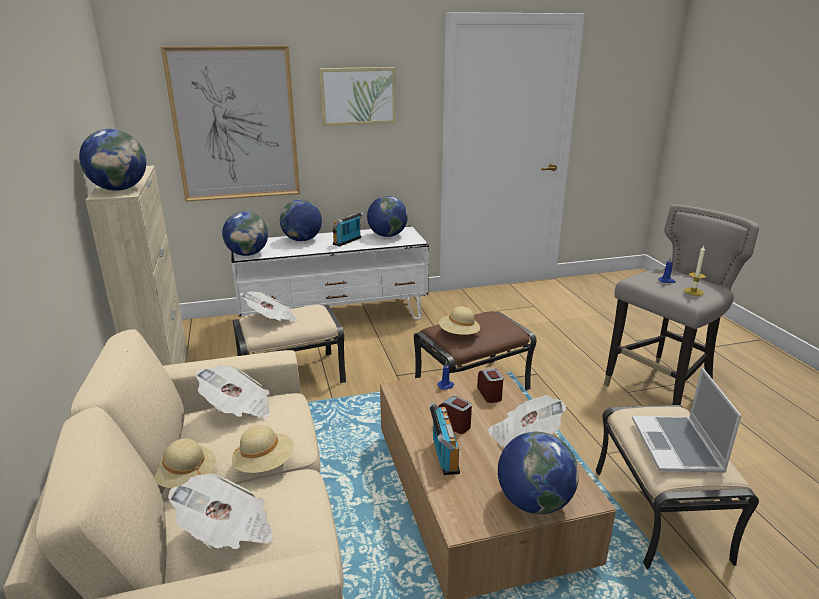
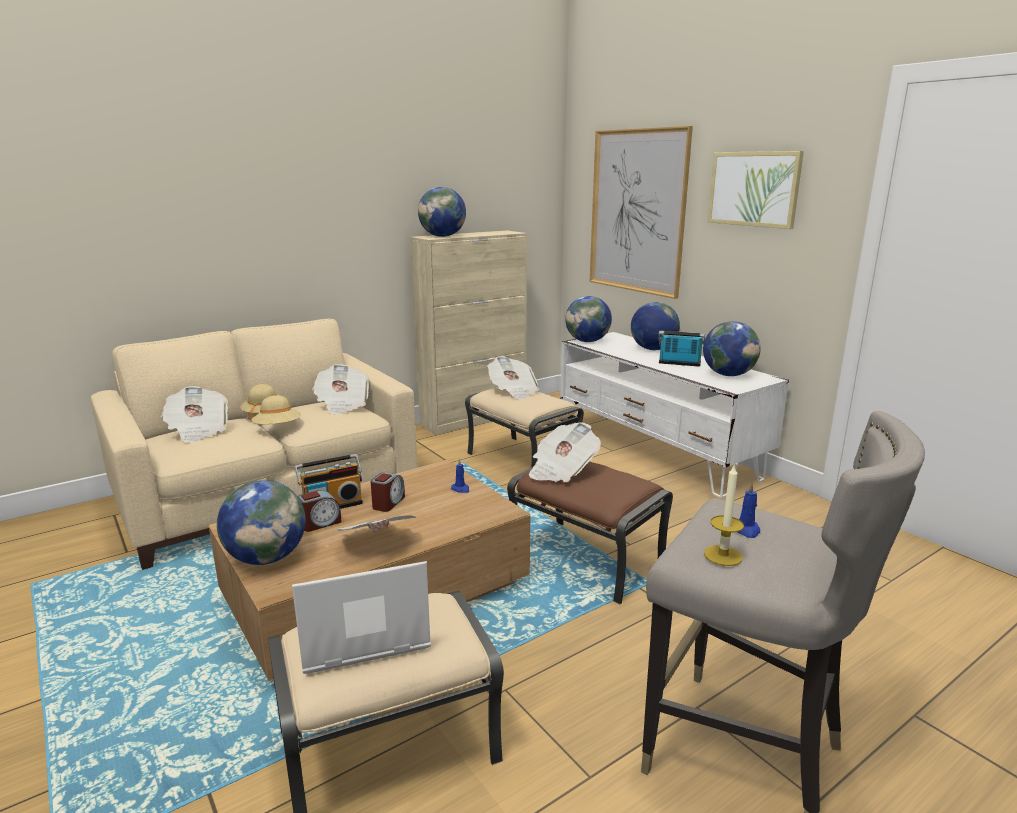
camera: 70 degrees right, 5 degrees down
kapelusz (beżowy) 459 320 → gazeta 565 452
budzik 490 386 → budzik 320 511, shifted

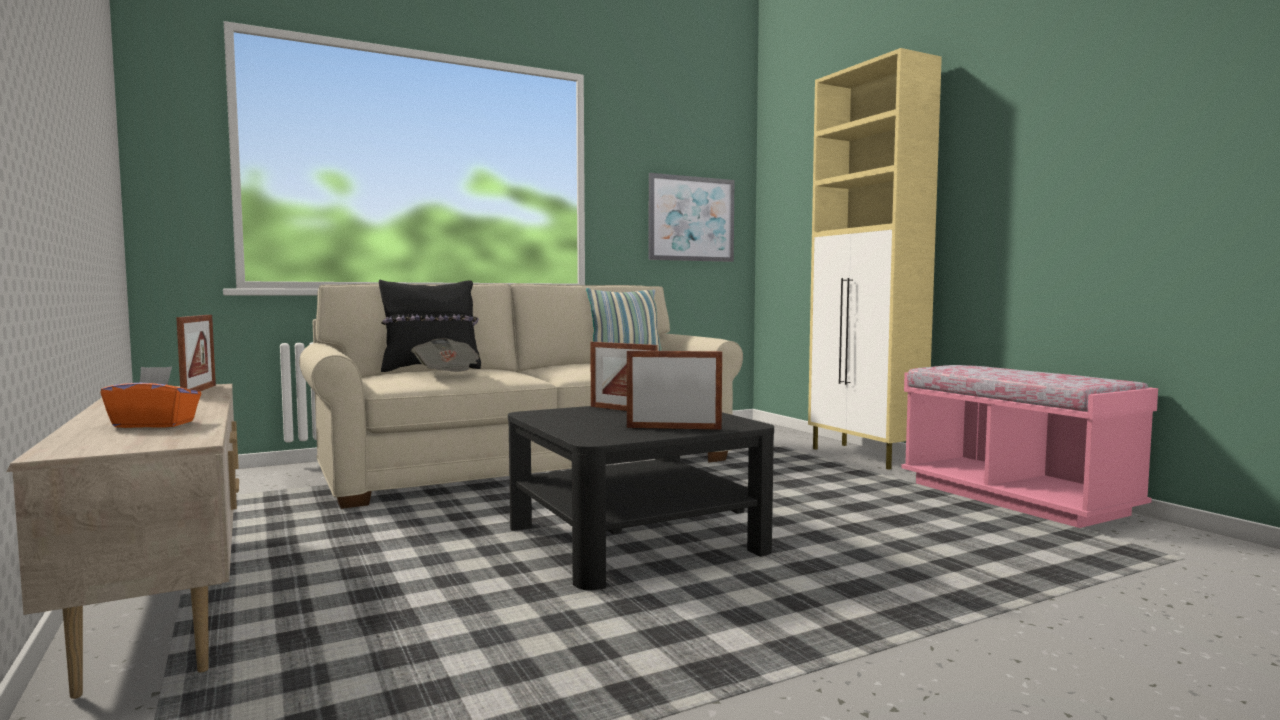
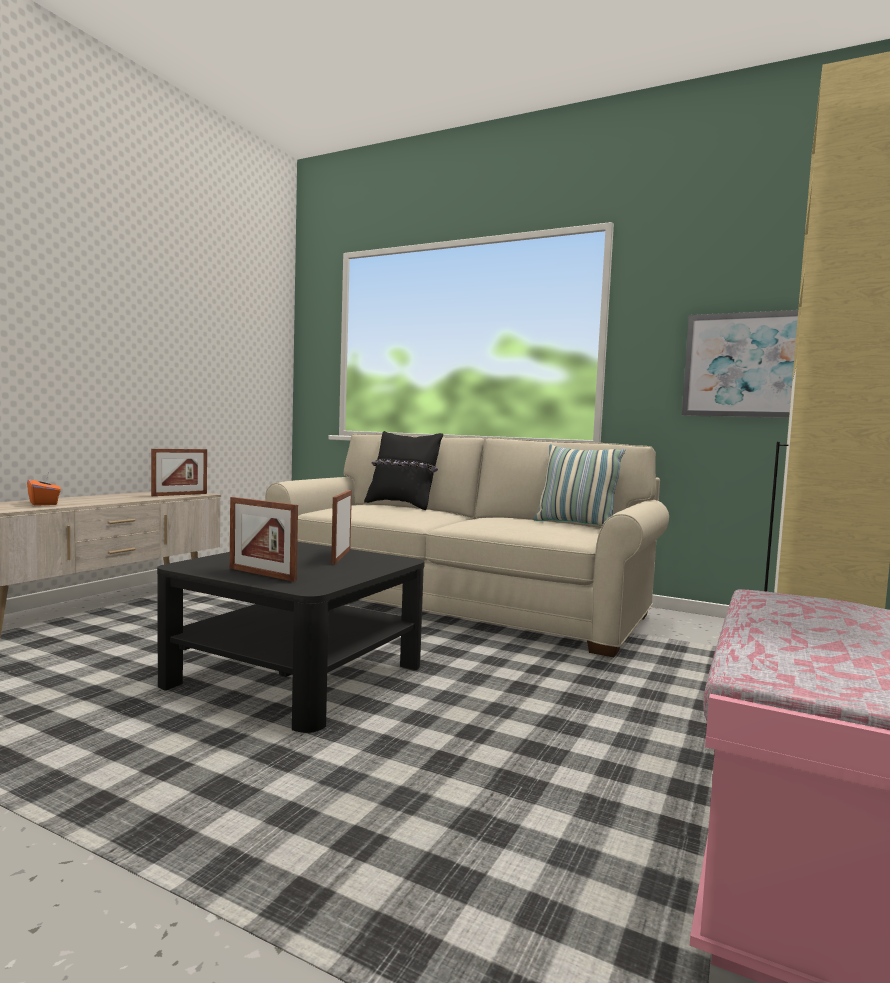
camera: 55 degrees right, 0 degrees up
gazeta 445 355 → -
ramka na zdjęcie 674 390 → ramka na zdjęcie 264 539, 150 degrees clockwise

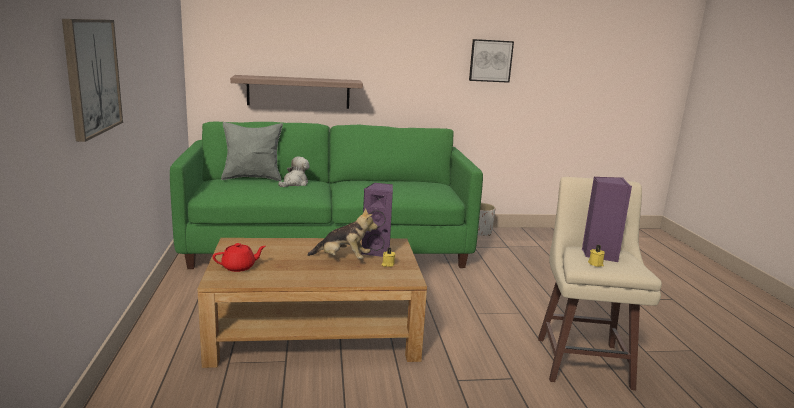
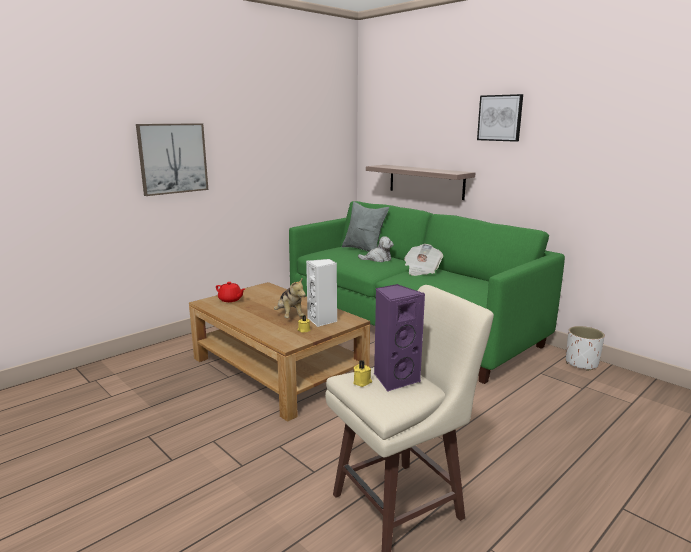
camera: 55 degrees right, 0 degrees up
głośnik (fioletowy) 377 220 → głośnik (biały) 321 293
obraz 491 61 → obraz 500 118, shifted
- → gazeta 423 260

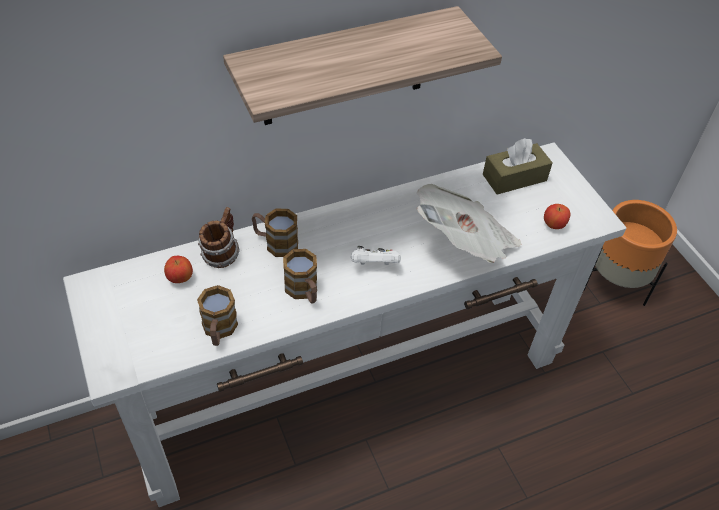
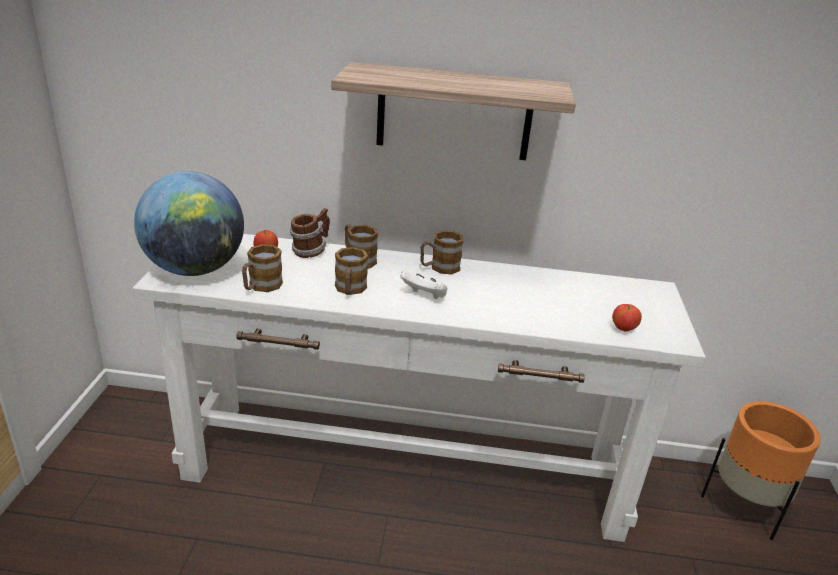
camera: 30 degrees right, 20 degrees down
gazeta 468 223 → -
pudełko chusteczek (brązowy) 518 166 → -
- → globus 189 223
- → kubek 442 252

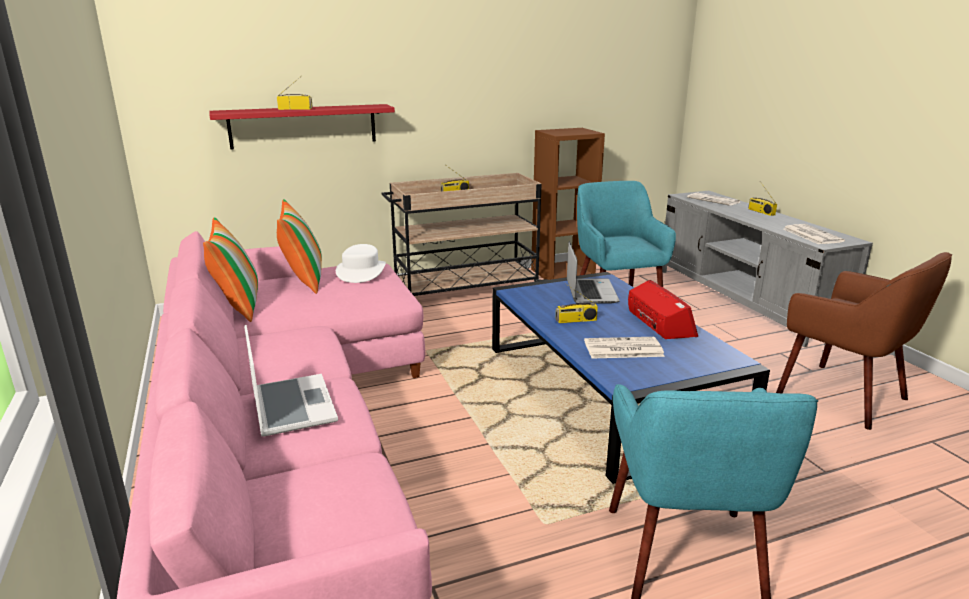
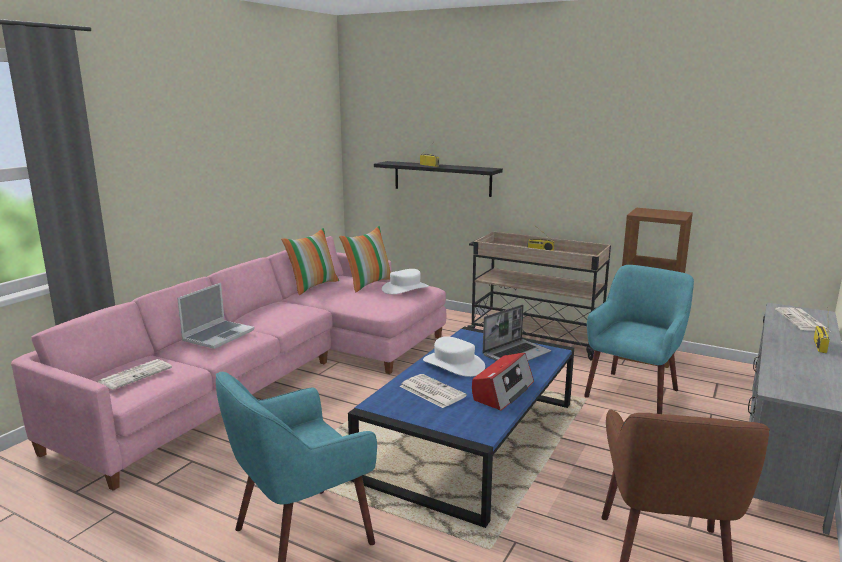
camera: 50 degrees right, 5 degrees down
półka (czerwony) 302 127 → półka (czarny) 438 179
radio 576 303 → kapelusz (biały) 454 356
gazeta 814 234 → gazeta 135 374, shifted

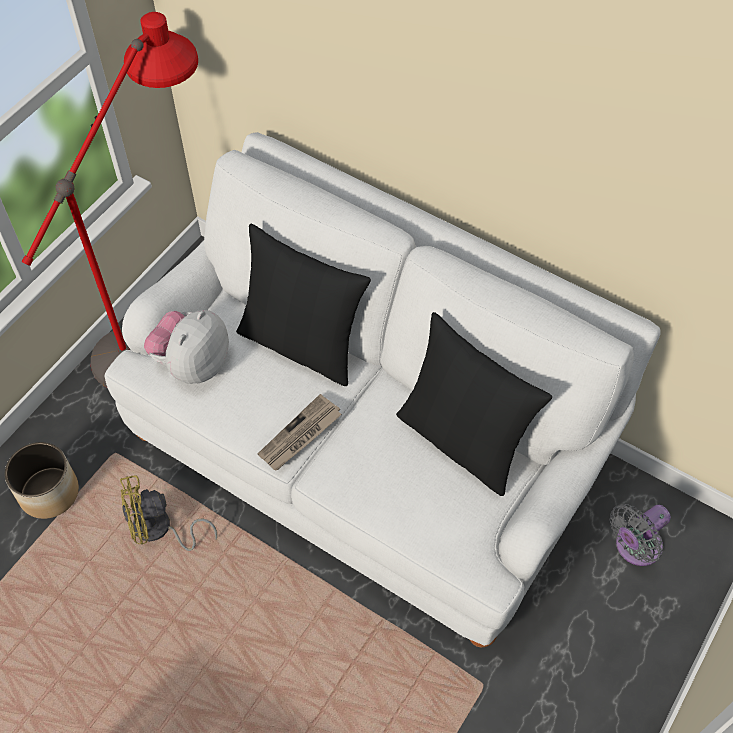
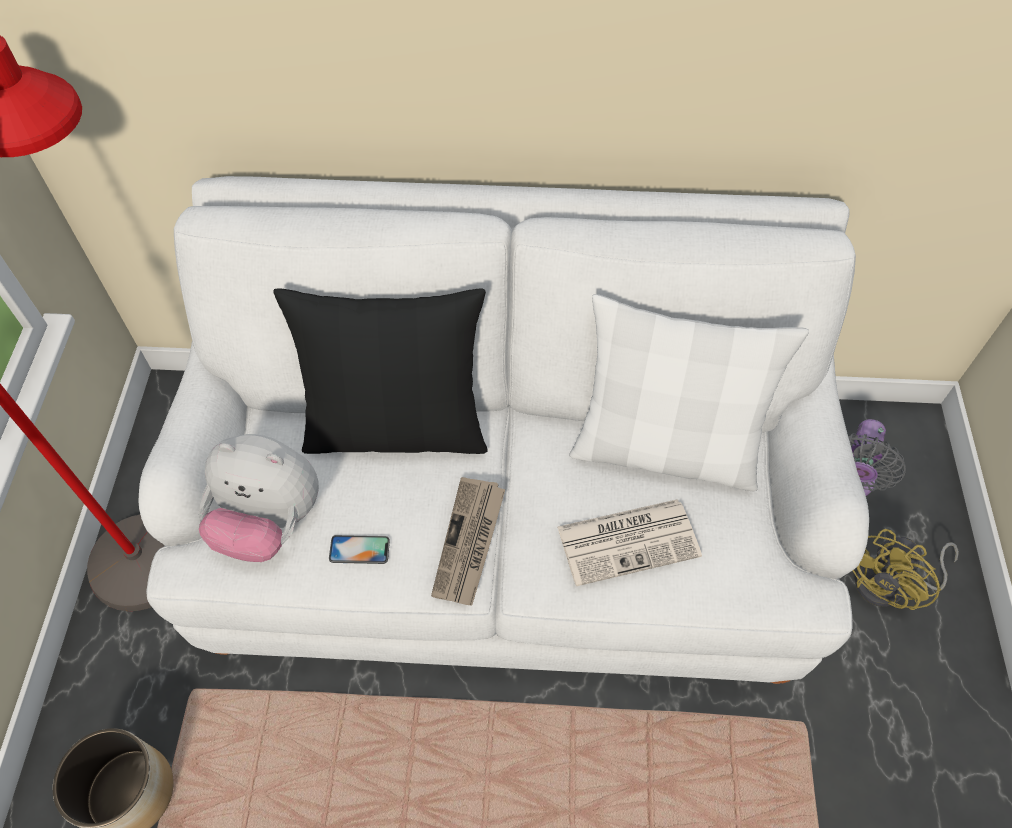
camera: 30 degrees left, 0 degrees up
wentylator (żółty) 168 513 → wentylator (żółty) 906 569, shifted
pluszak 186 347 → pluszak 259 498, 75 degrees counterclockwise
poduszka (czarny) 474 404 → poduszka (biały) 689 393
- → telefon 359 549
- → gazeta 629 542

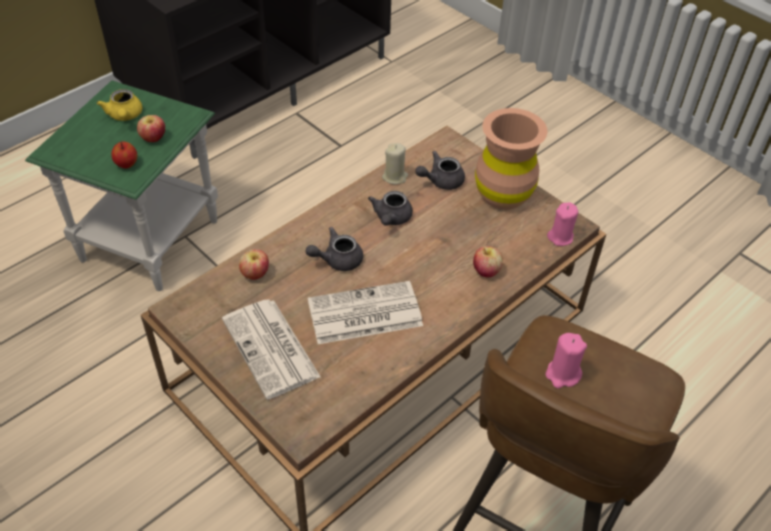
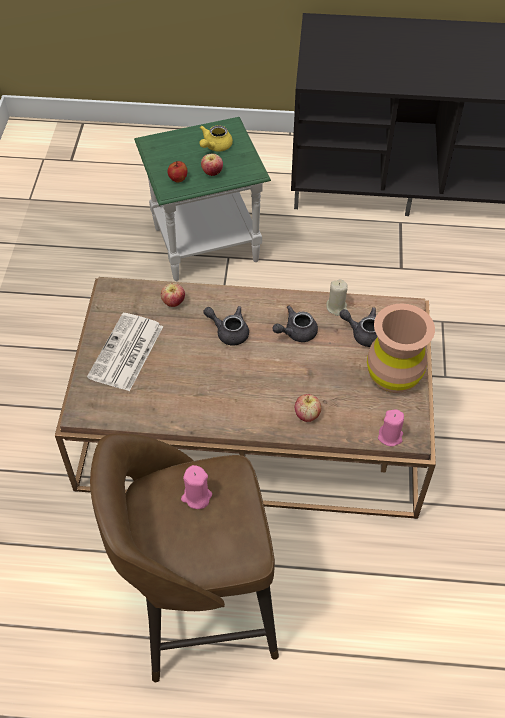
camera: 50 degrees right, 5 degrees up
gazeta 365 312 → -

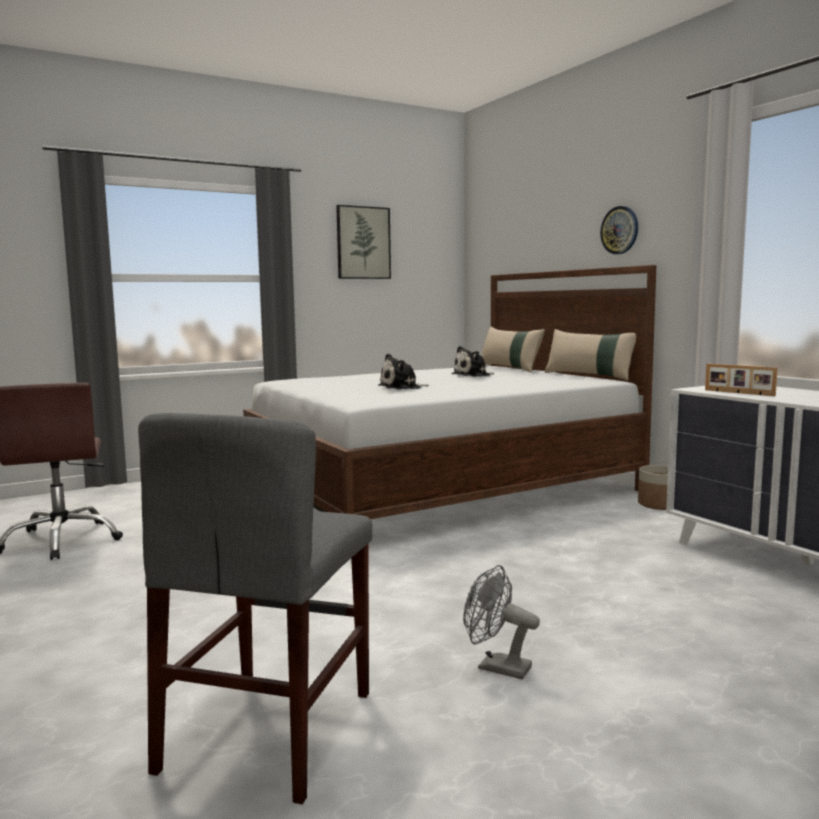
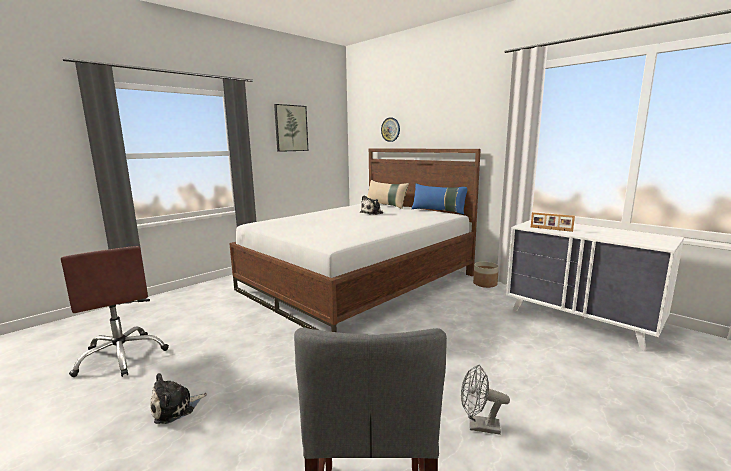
camera: 15 degrees left, 5 degrees up
pluszak 403 371 → pluszak 178 398, shifted
poduszka (beżowy) 590 355 → poduszka (niebieski) 439 198
zegar ścienny 619 230 → zegar ścienny 390 129, shifted

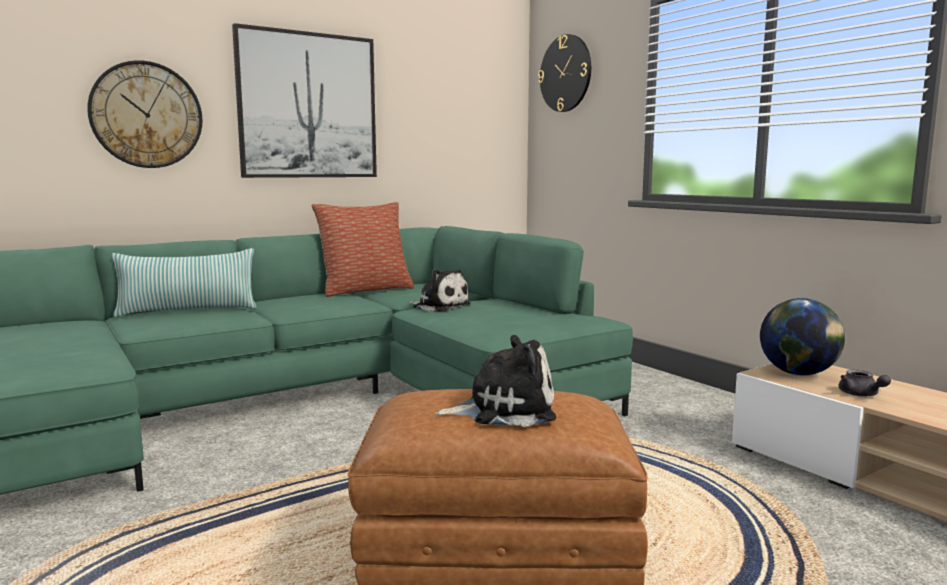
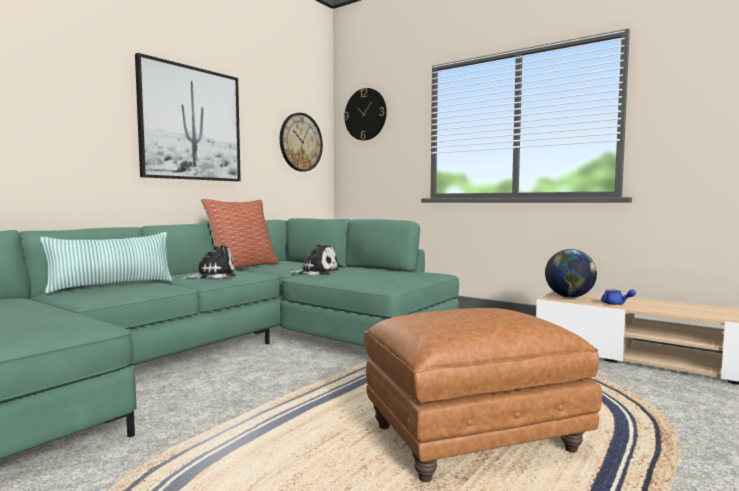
camera: 20 degrees left, 5 degrees down
zegar ścienny 145 114 → zegar ścienny 301 142, shifted
pluszak 495 381 → pluszak 208 262, shifted
imbryk (szary) 865 382 → imbryk (niebieski) 618 297

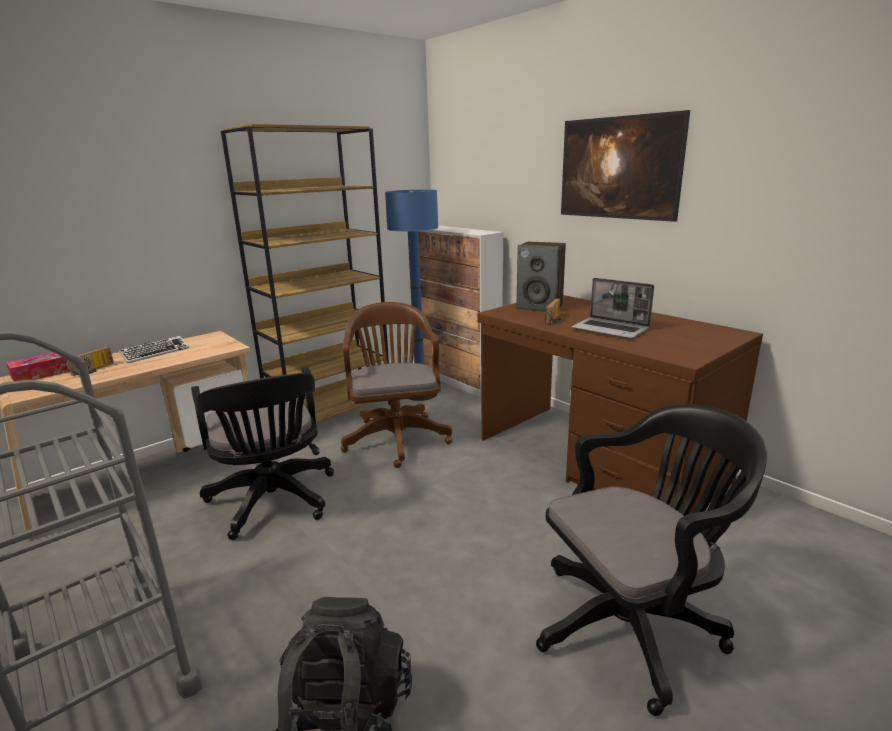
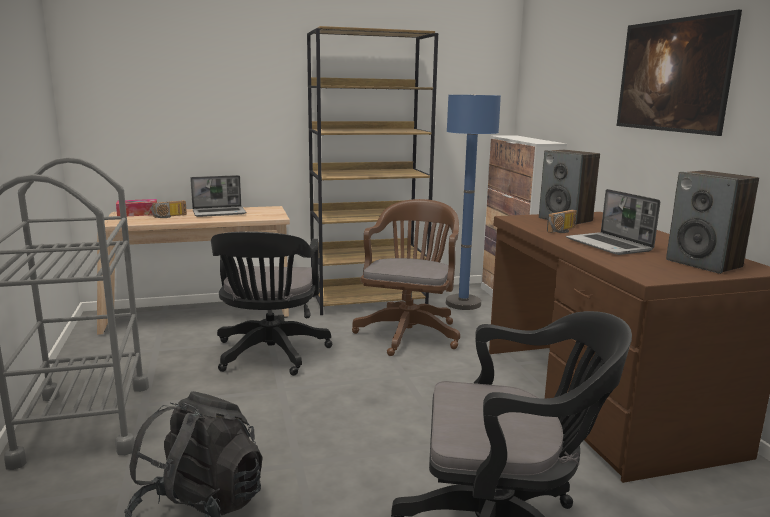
camera: 25 degrees right, 5 degrees down
klawiatura 154 349 → laptop 218 196
- → głośnik 712 222

